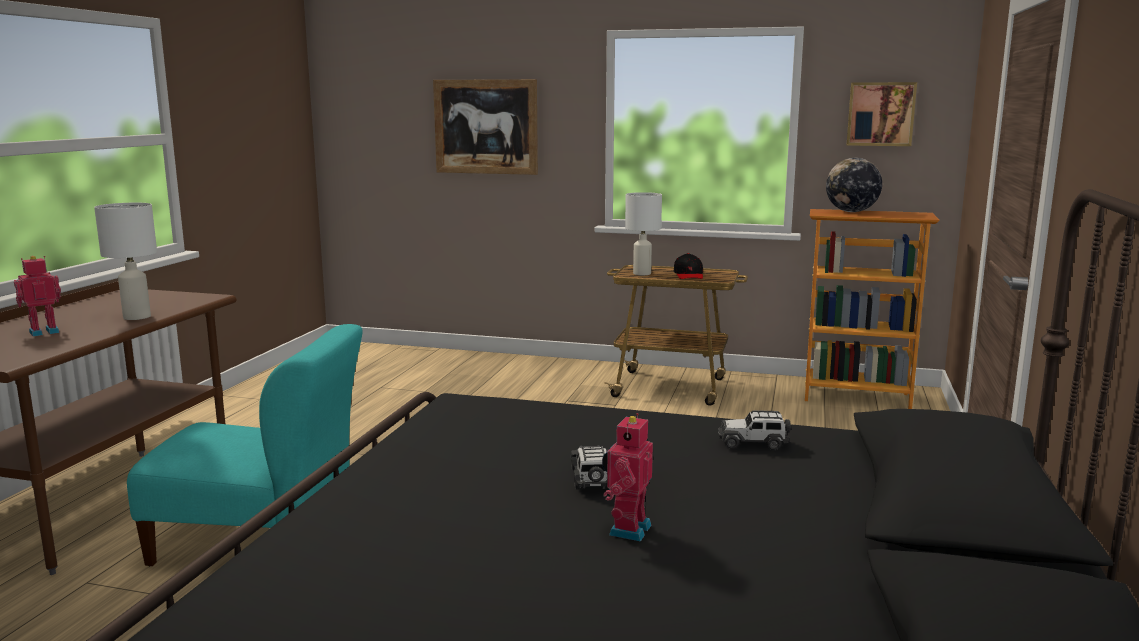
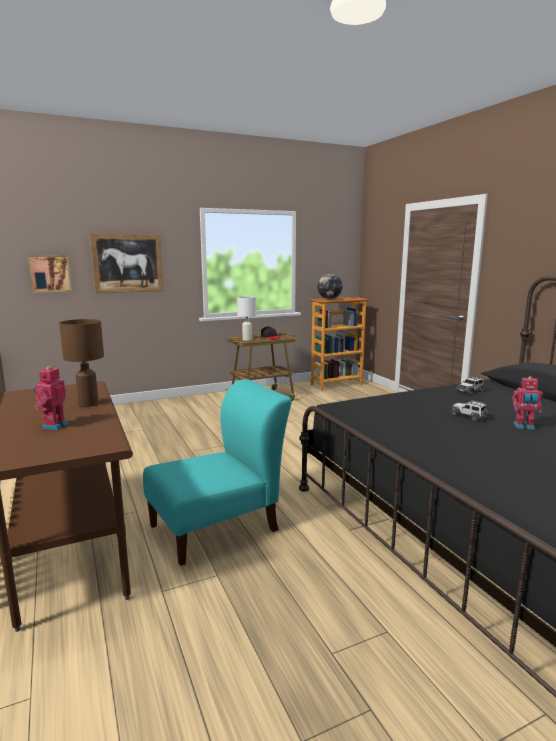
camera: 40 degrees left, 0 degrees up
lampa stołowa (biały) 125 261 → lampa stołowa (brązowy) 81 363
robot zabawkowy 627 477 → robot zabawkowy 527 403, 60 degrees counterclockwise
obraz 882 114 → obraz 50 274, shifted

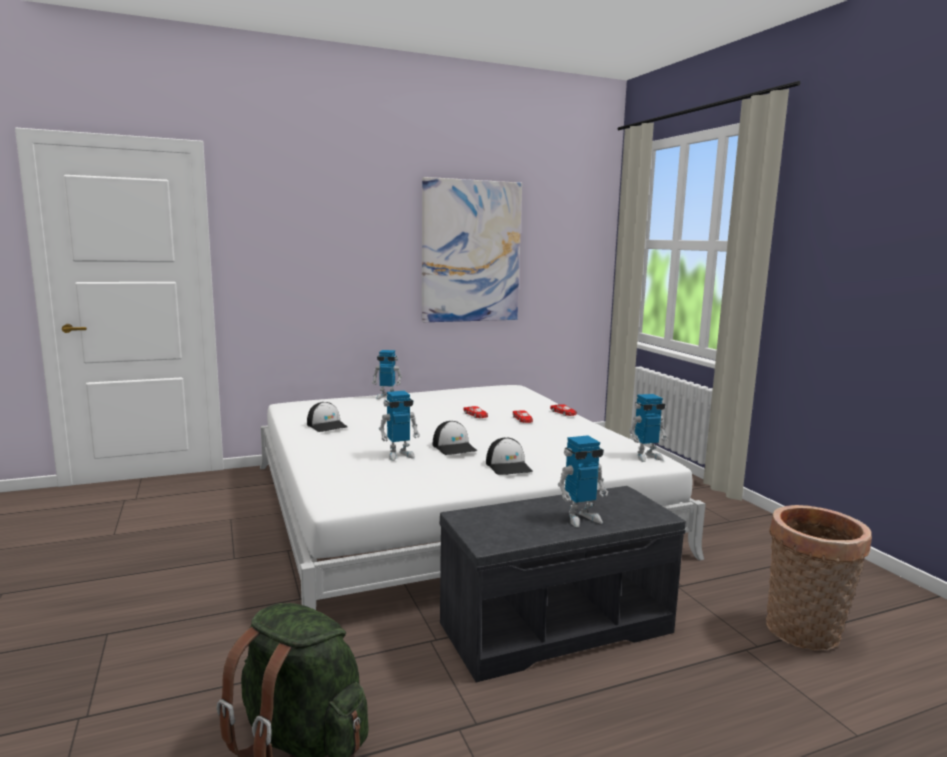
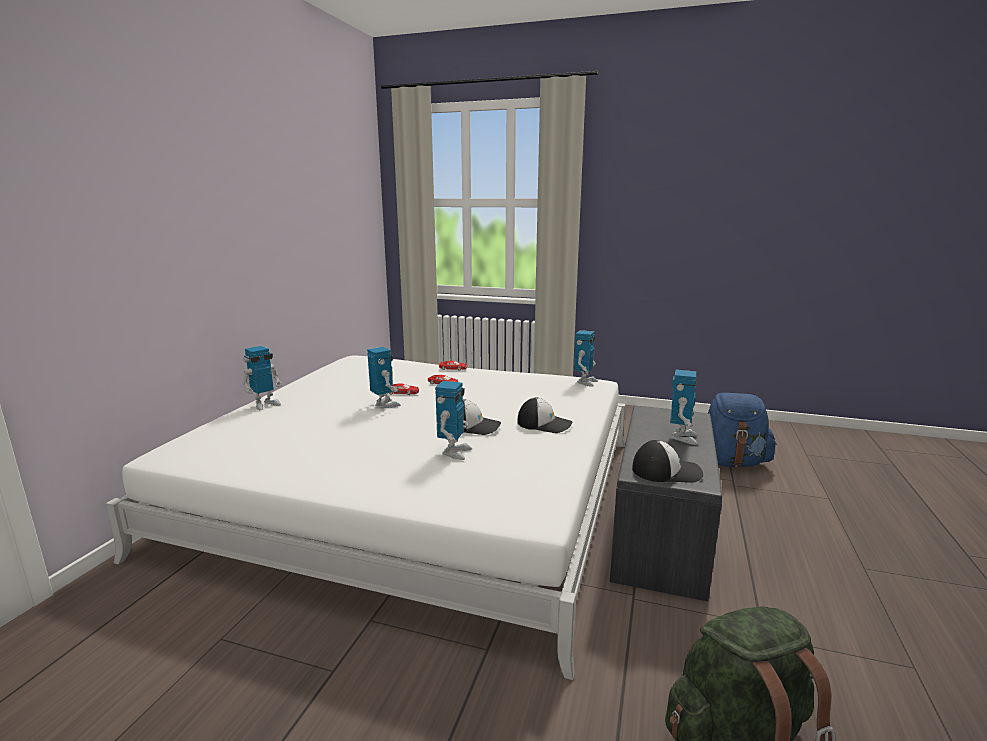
camera: 50 degrees left, 5 degrees up
czapka z daszkiem 327 417 → czapka z daszkiem 667 461, shifted
obraz 472 249 → -
koszyk 819 578 → plecak (niebieski) 742 430
- → robot zabawkowy 384 377

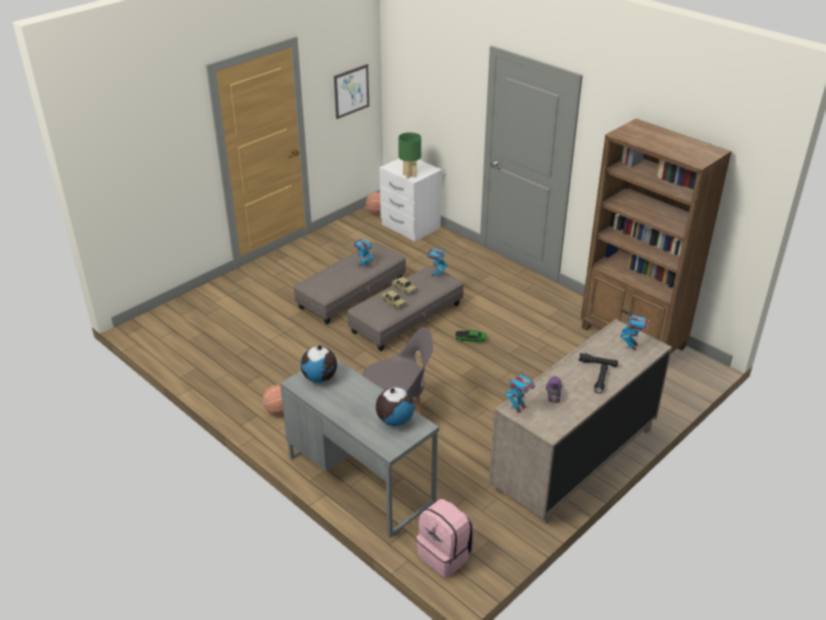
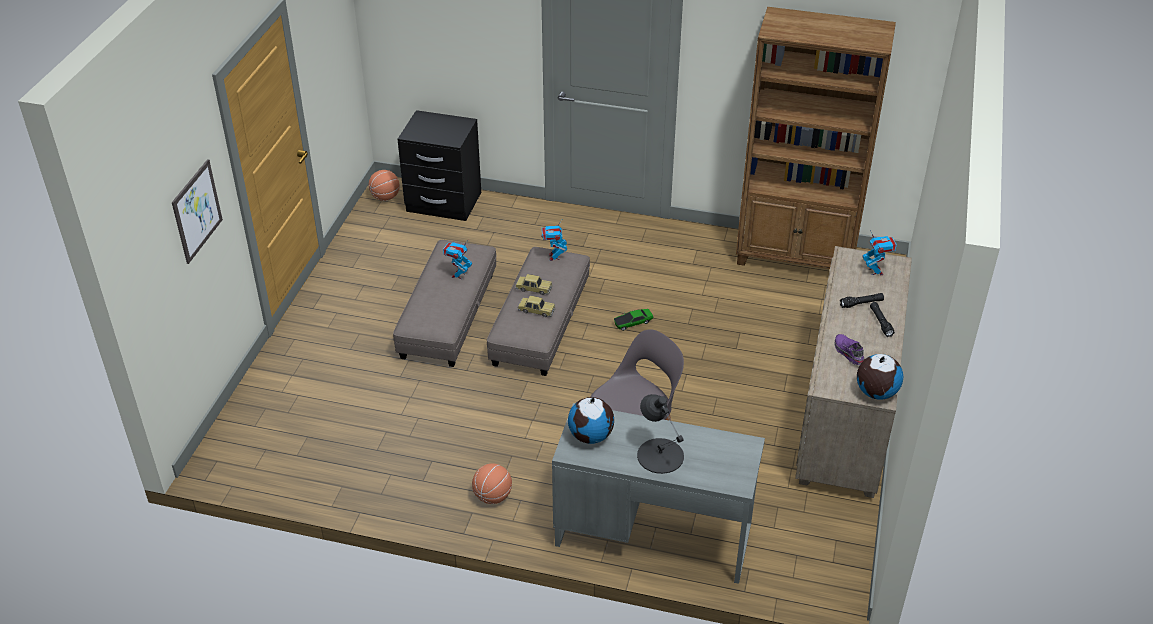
camera: 30 degrees left, 5 degrees up
obraz 351 91 → obraz 197 211, shifted
globus 395 406 → globus 880 376, shifted
szafka nocna (biały) 410 200 → szafka nocna (czarny) 439 165
lampa stołowa (zielony) 409 155 → -
plecak (różowy) 445 538 → -
robot zabawkowy 520 390 → -
- → lampa stołowa (czarny) 660 434

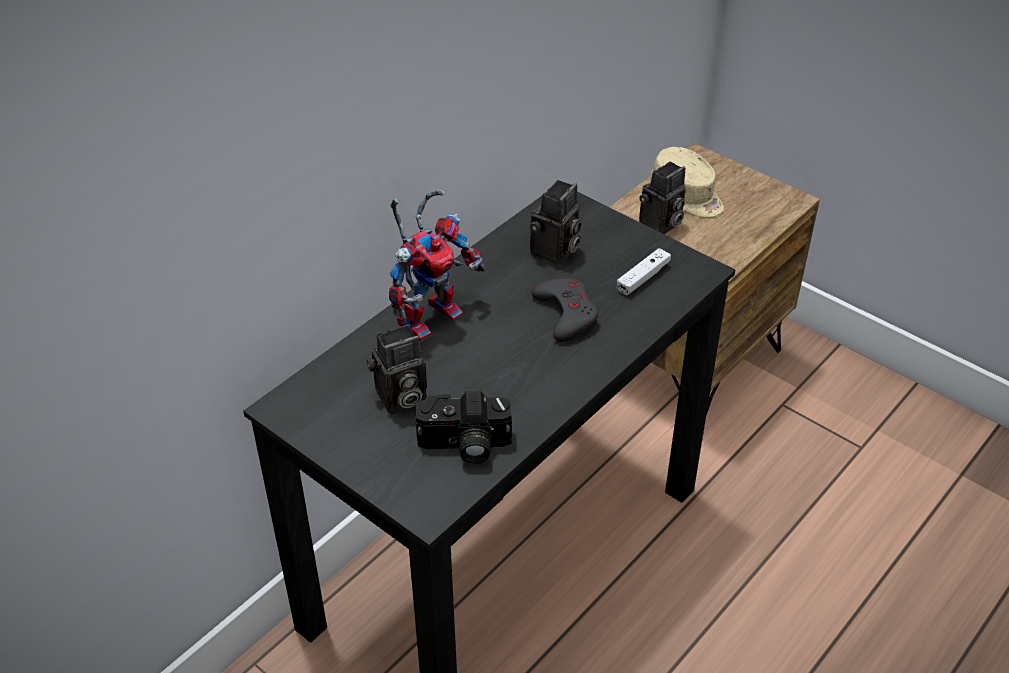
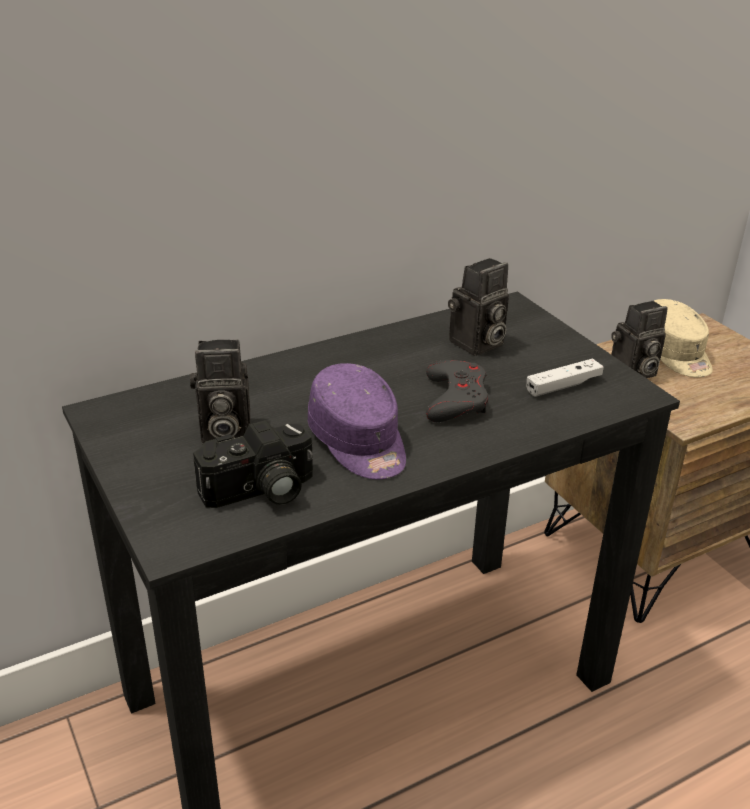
camera: 20 degrees right, 10 degrees down
robot zabawkowy 437 266 → -
aparat fotograficzny 463 427 → aparat fotograficzny 253 464, 45 degrees counterclockwise
- → czapka z daszkiem (fioletowy) 357 421

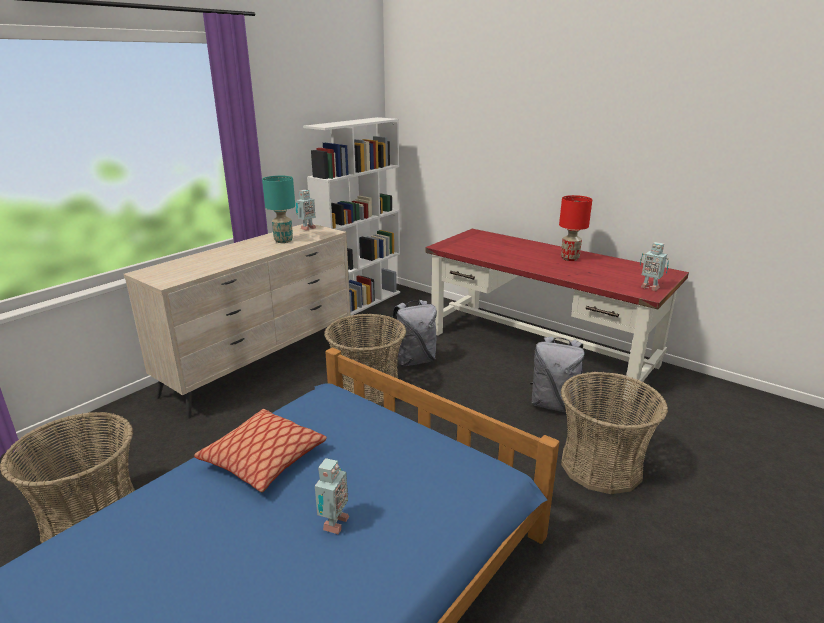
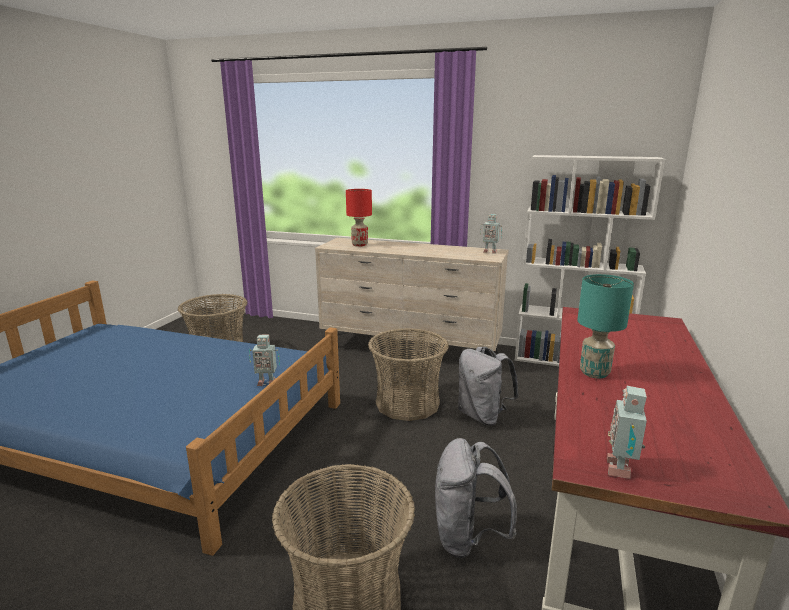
camera: 70 degrees right, 5 degrees down
poduszka 260 450 → -
lampa stołowa (turkusowy) 278 209 → lampa stołowa (turkusowy) 605 326, shifted
robot zabawkowy 332 496 → robot zabawkowy 264 360, shifted
lampa stołowa (czerwony) 575 228 → lampa stołowa (czerwony) 359 218, shifted

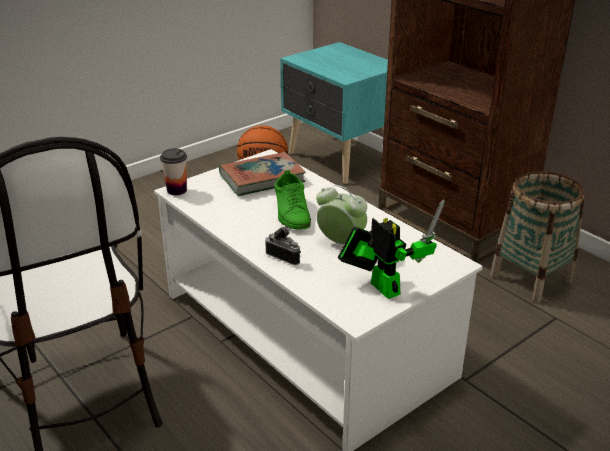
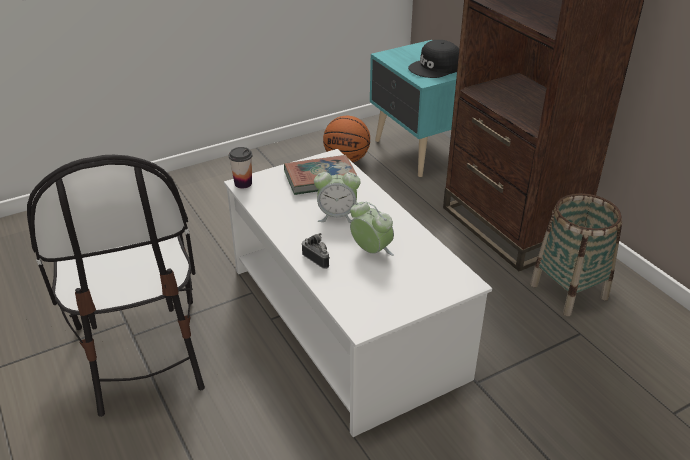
camera: 10 degrees right, 5 degrees up
but (zielony) 293 199 → budzik 337 194
robot zabawkowy 391 249 → -
- → czapka z daszkiem (czarny) 433 59

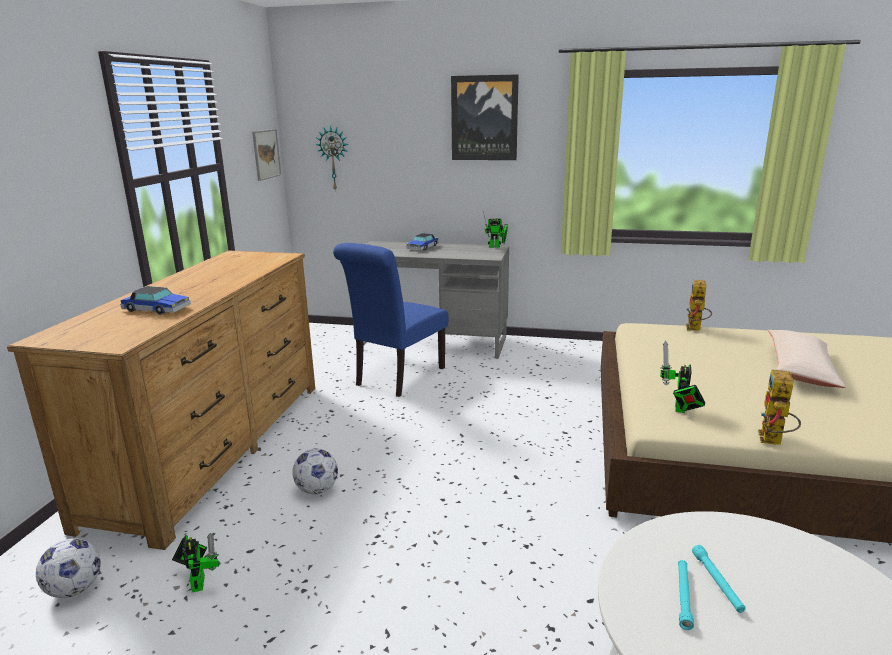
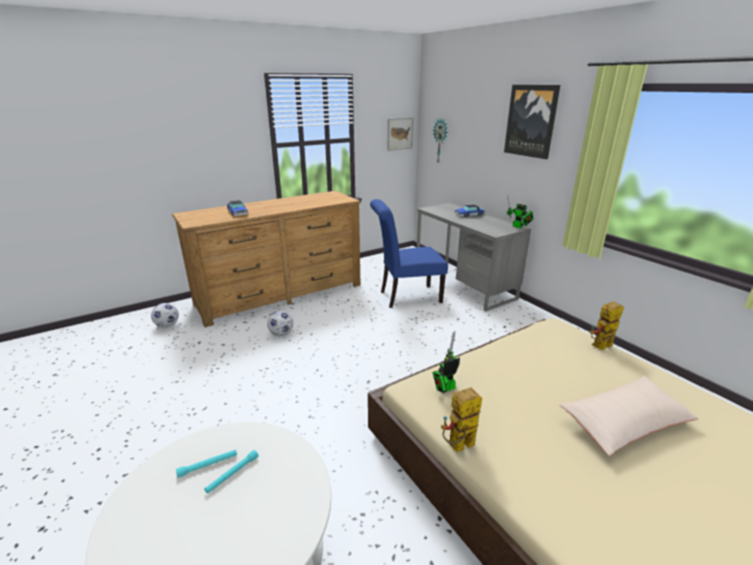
camera: 45 degrees right, 5 degrees up
robot zabawkowy 195 562 → -

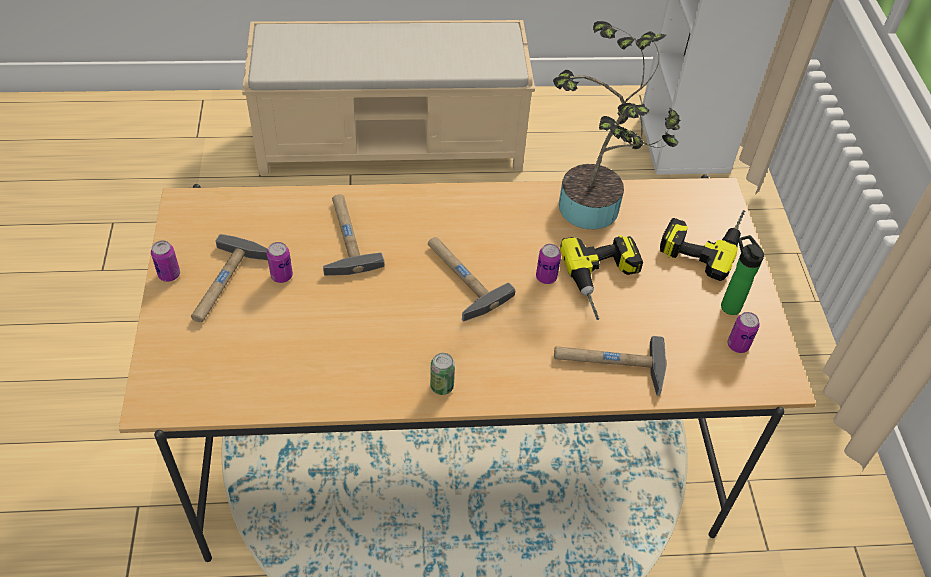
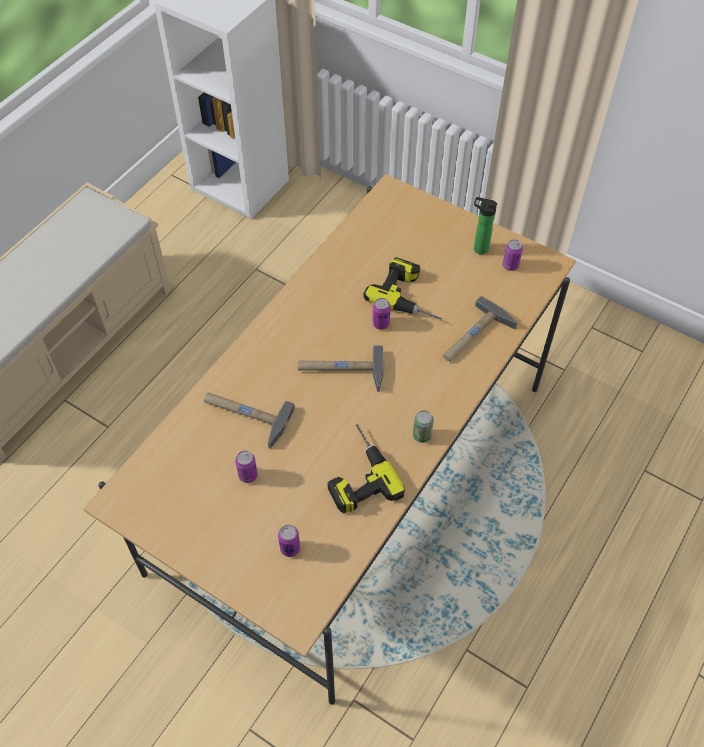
camera: 50 degrees left, 5 degrees up
puszka 165 261 → puszka 289 541, shifted
młotek 229 278 → -
roślina doniczkowa 617 125 → -
wiertarka 703 245 → wiertarka 366 469, shifted

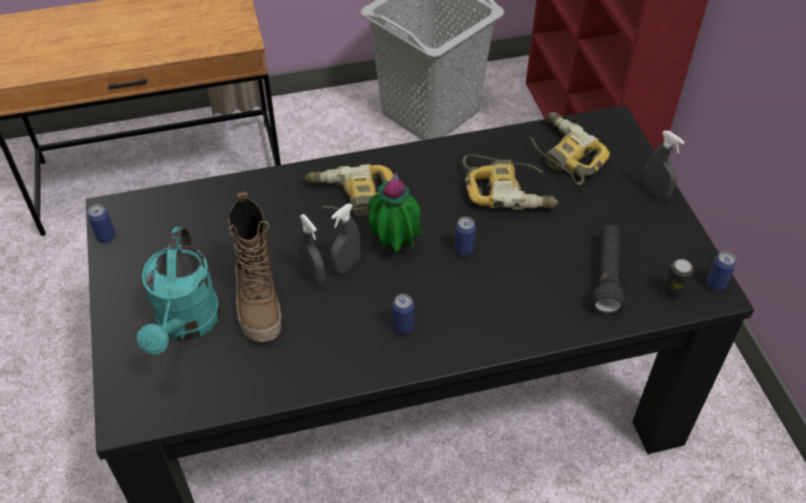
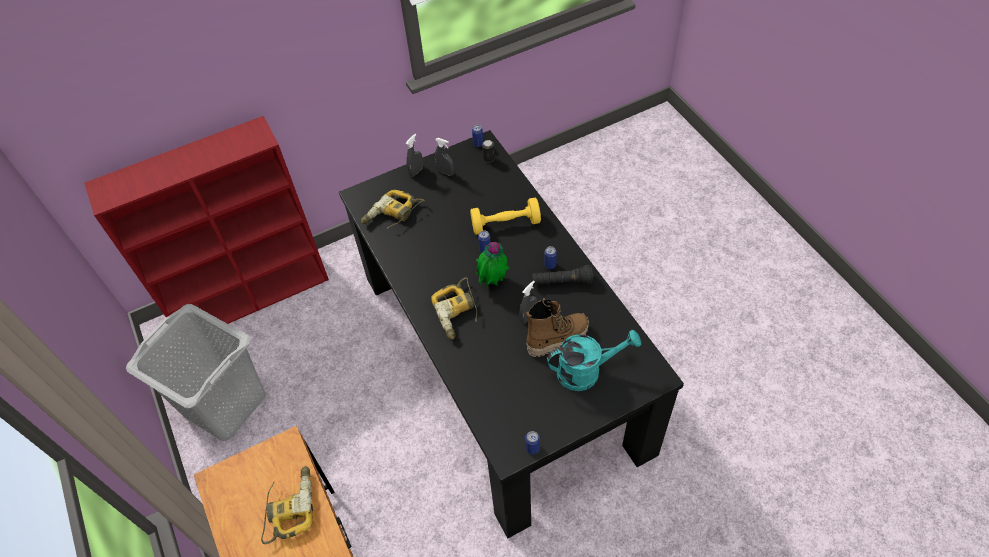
camera: 100 degrees left, 5 degrees up
spryskiwacz (szary) 346 239 → spryskiwacz (szary) 444 157, shifted
wiertarka 511 182 → wiertarka 287 505, shifted
latarka (czarny) 608 270 → latarka (czarny) 562 275, shifted
- → hantel (żółty) 505 216

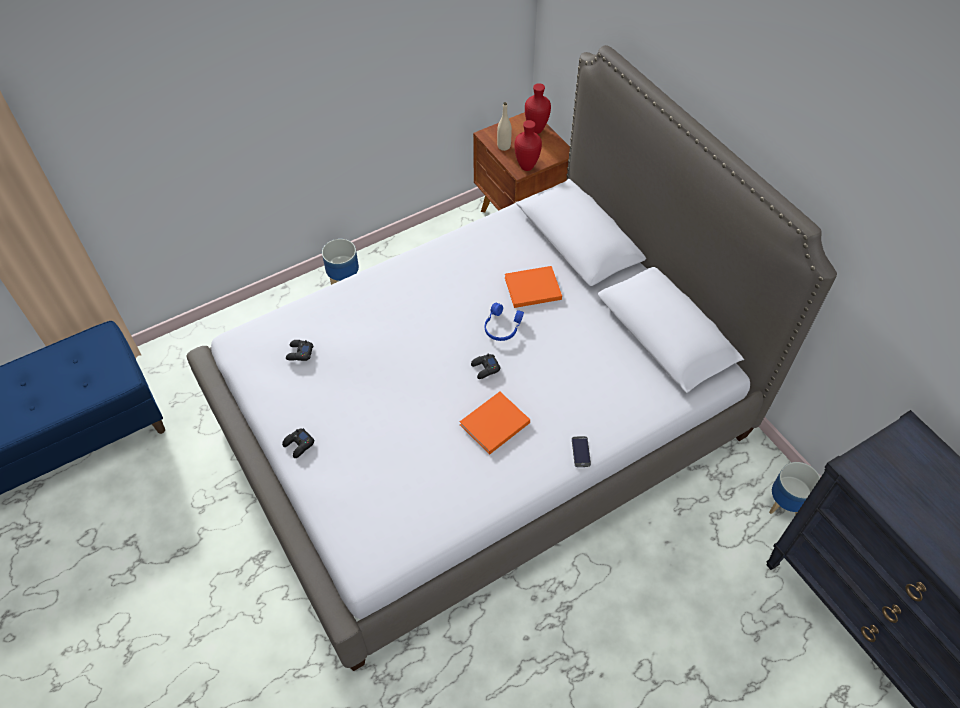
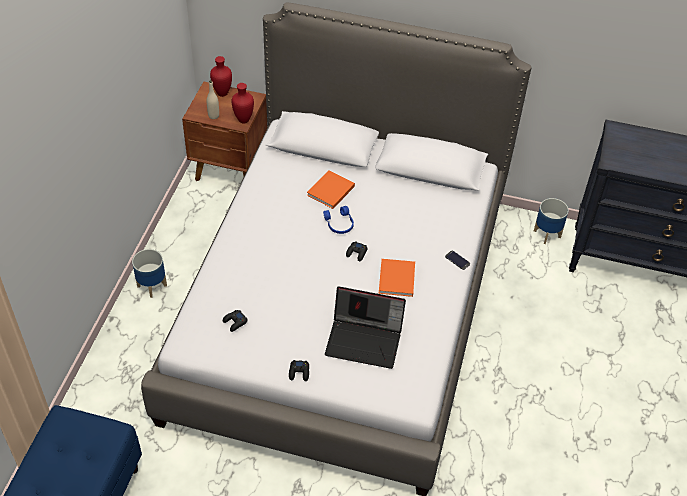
camera: 45 degrees left, 5 degrees down
- → laptop 365 327

